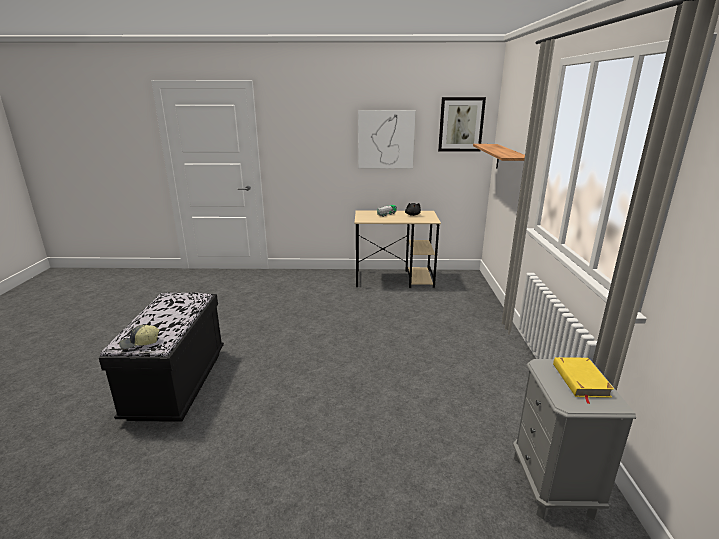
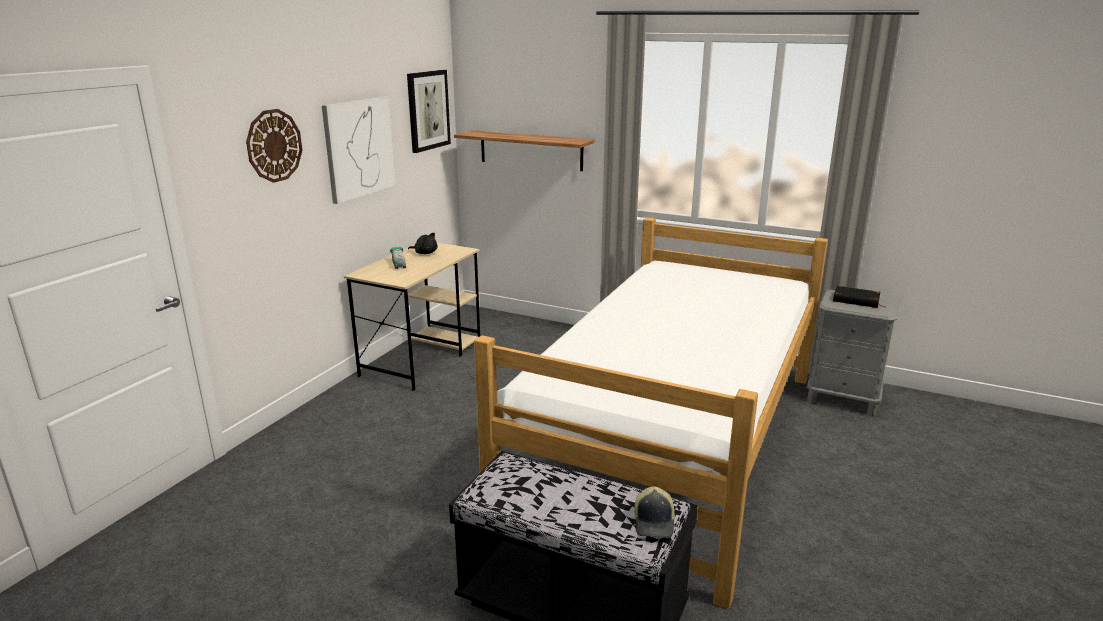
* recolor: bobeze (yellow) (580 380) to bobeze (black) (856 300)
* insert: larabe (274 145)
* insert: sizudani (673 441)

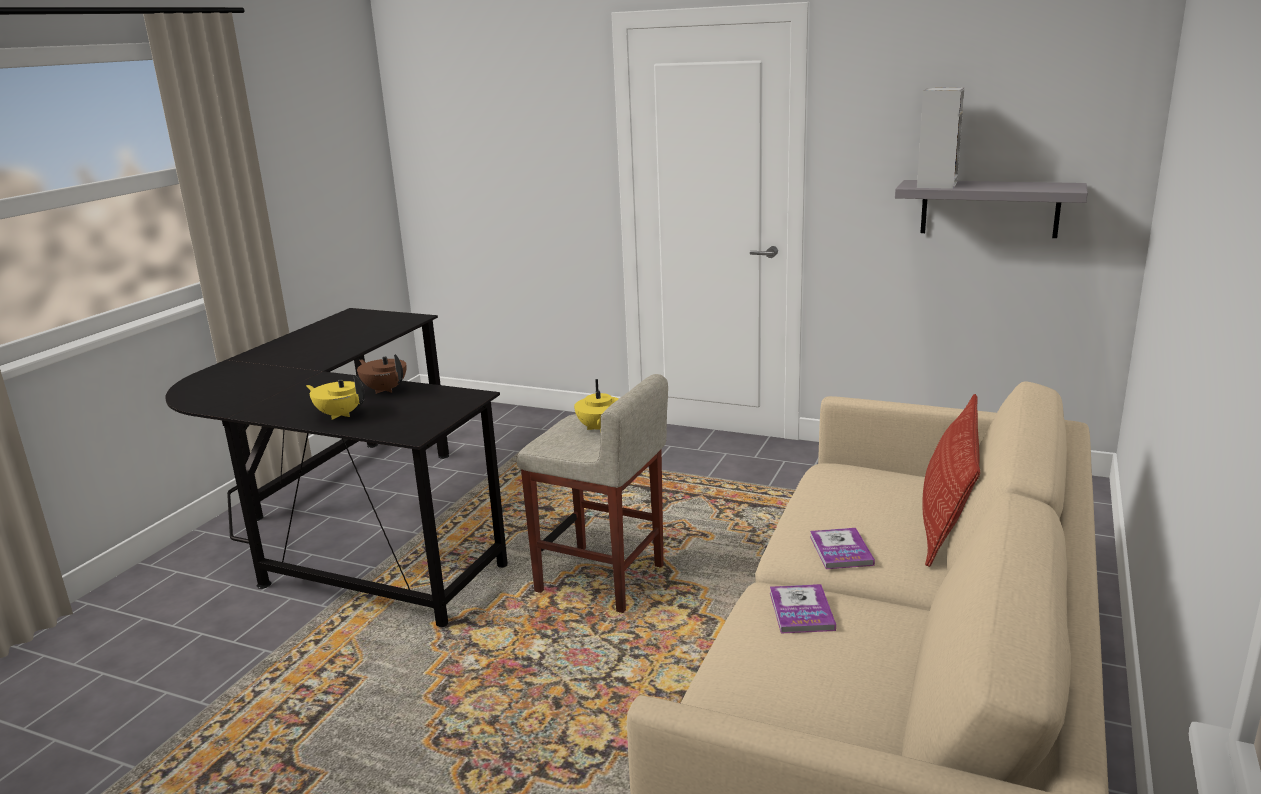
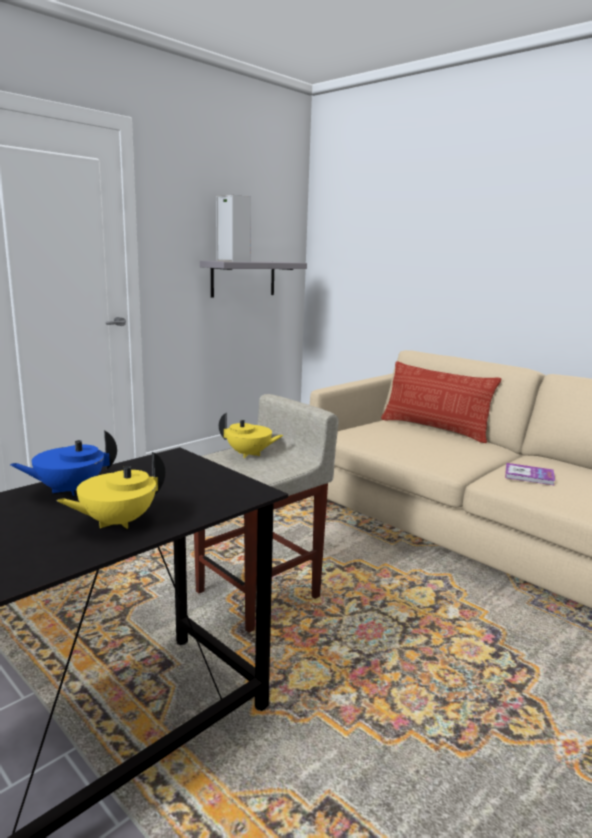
* recolor: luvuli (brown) (385 389) to luvuli (blue) (69 490)
* delete: bobeze (841 550)

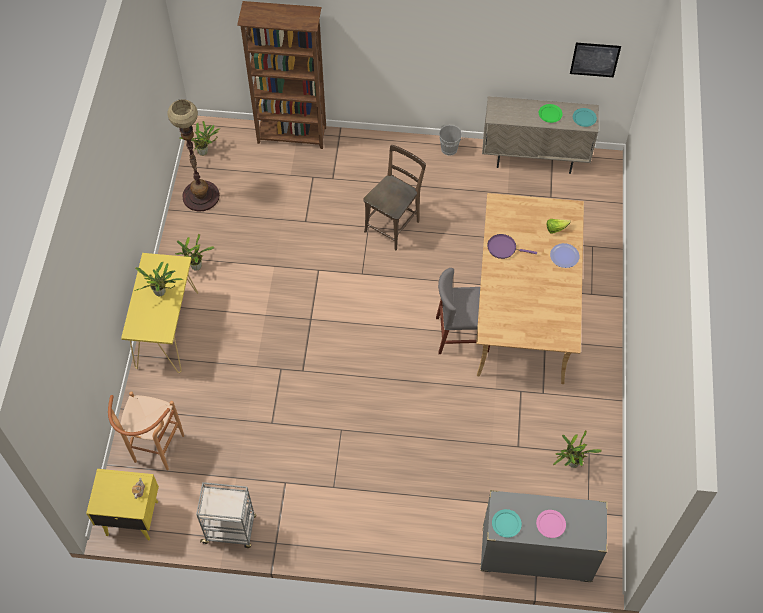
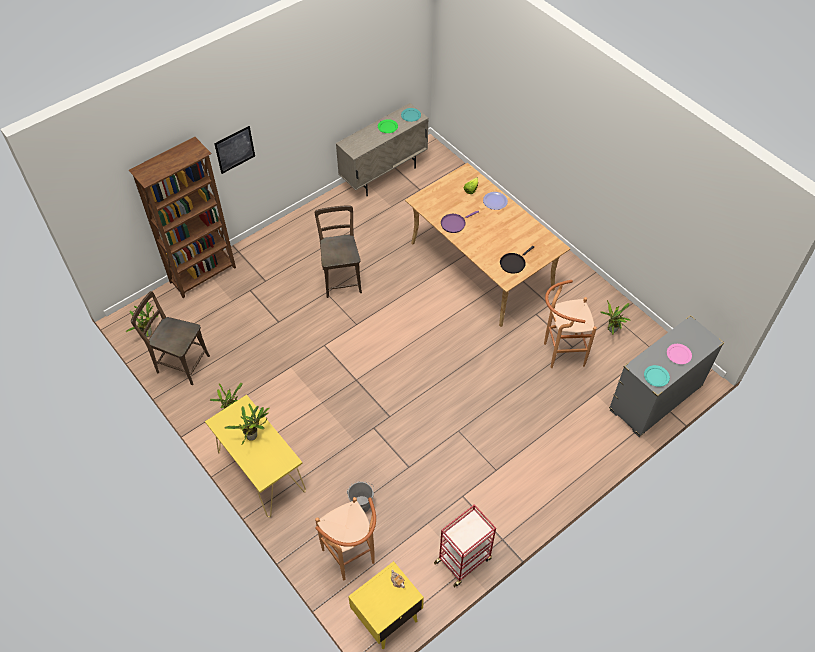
* move: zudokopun (595 59) to (235 149)
* replace: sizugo (201 196) to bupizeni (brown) (180 363)
* move: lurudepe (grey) (450 148) to (361 502)
* delete: bupizeni (grey) (462 334)
* recolor: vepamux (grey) (230 530) to vepamux (red) (464 560)
* insert: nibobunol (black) (513 263)
* insert: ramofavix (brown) (559 354)

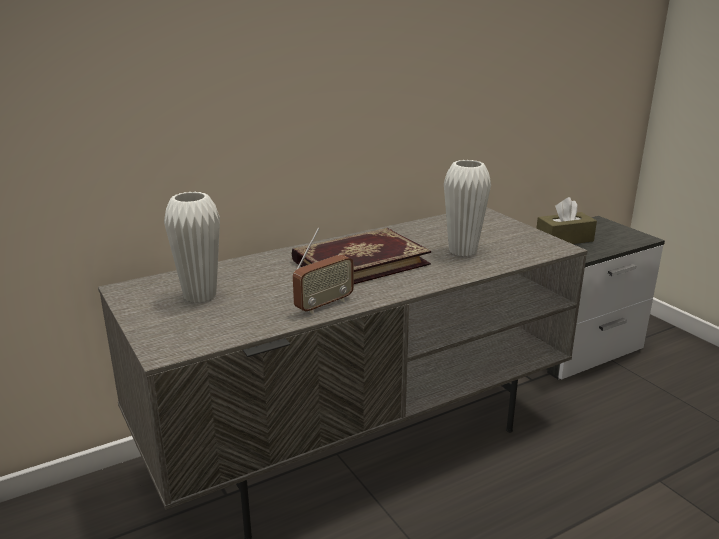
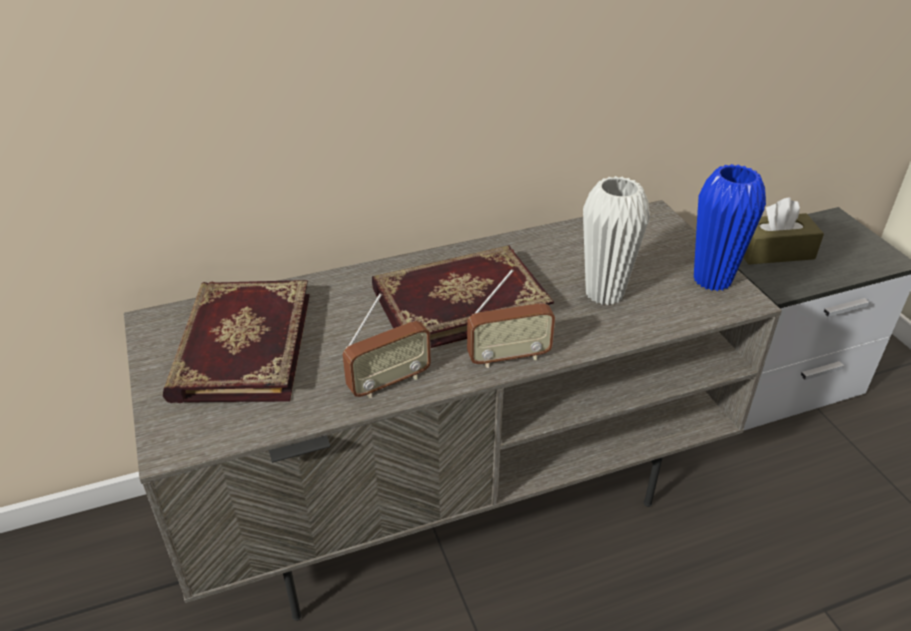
* replace: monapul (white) (200 295) to bobeze (240 345)
* insert: monapul (blue) (712 280)
* insert: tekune (508 357)

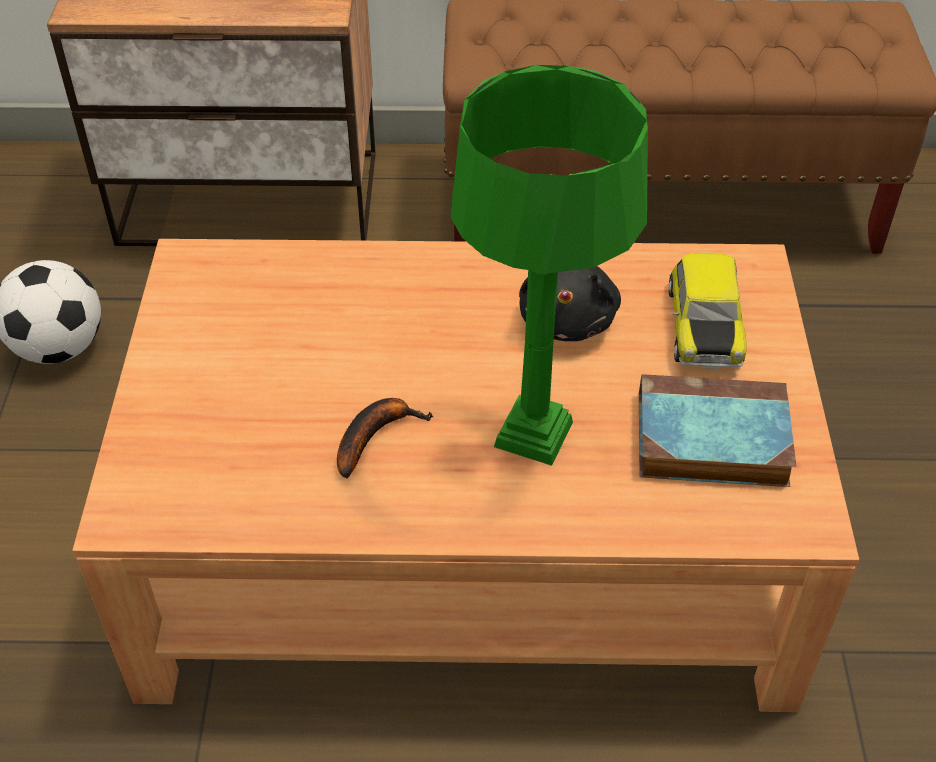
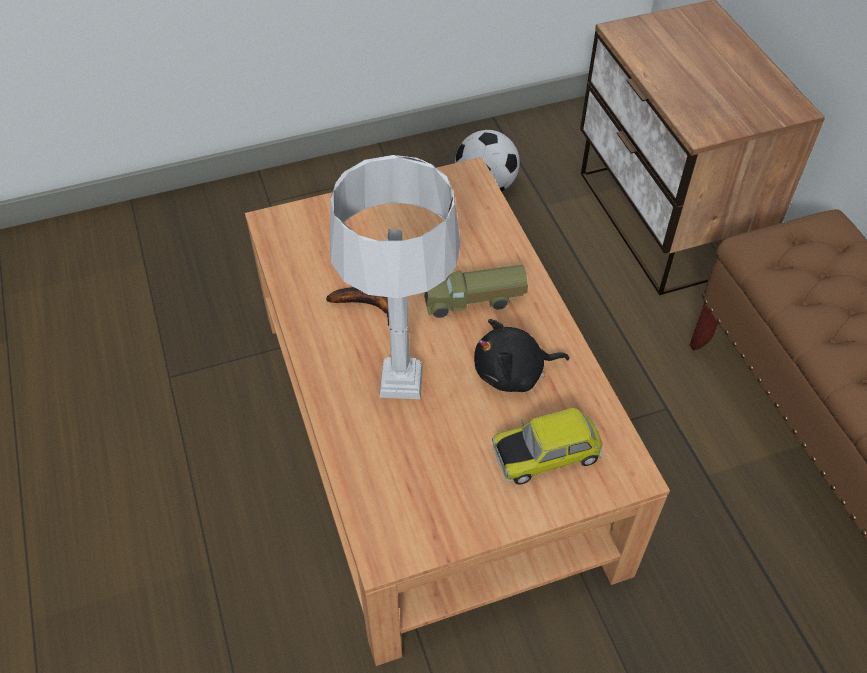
* recolor: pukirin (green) (534 434) to pukirin (grey) (401 382)
* delete: bobeze (708 440)
* insert: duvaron (474 302)

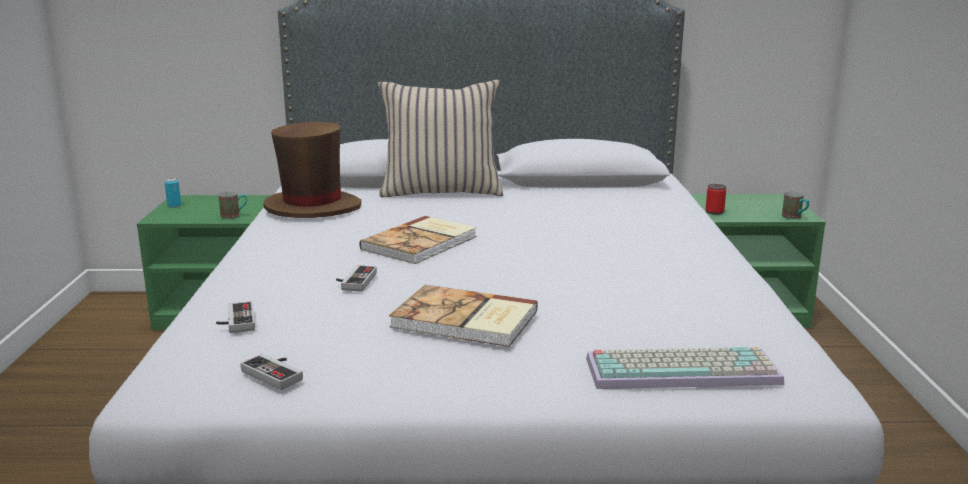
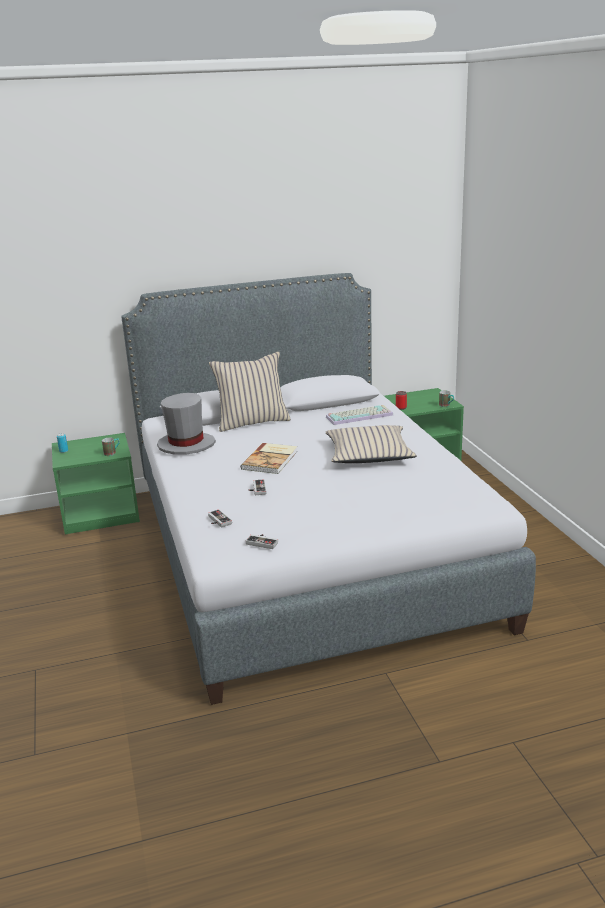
* recolor: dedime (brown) (312 207) to dedime (grey) (186 445)
* delete: bobeze (465 320)
* move: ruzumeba (683 369) to (359 415)
* insert: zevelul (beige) (369 454)

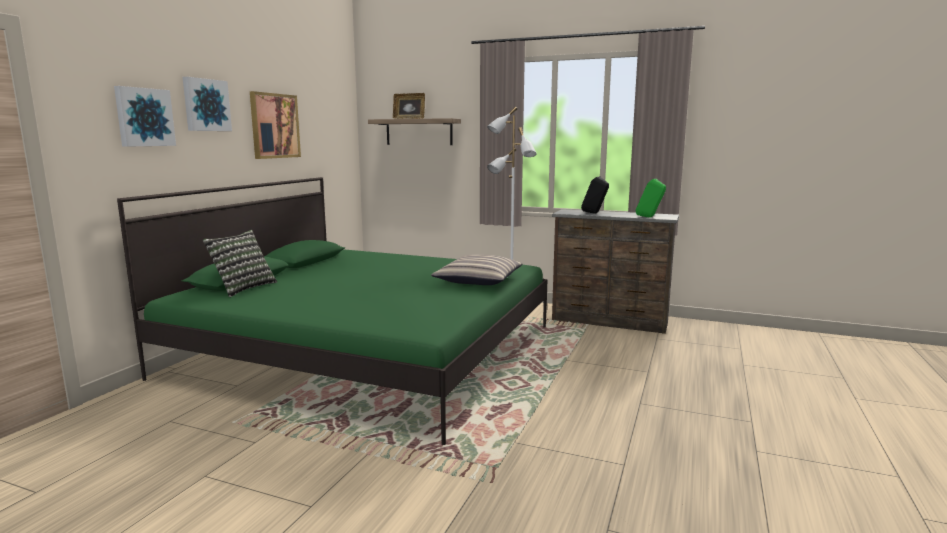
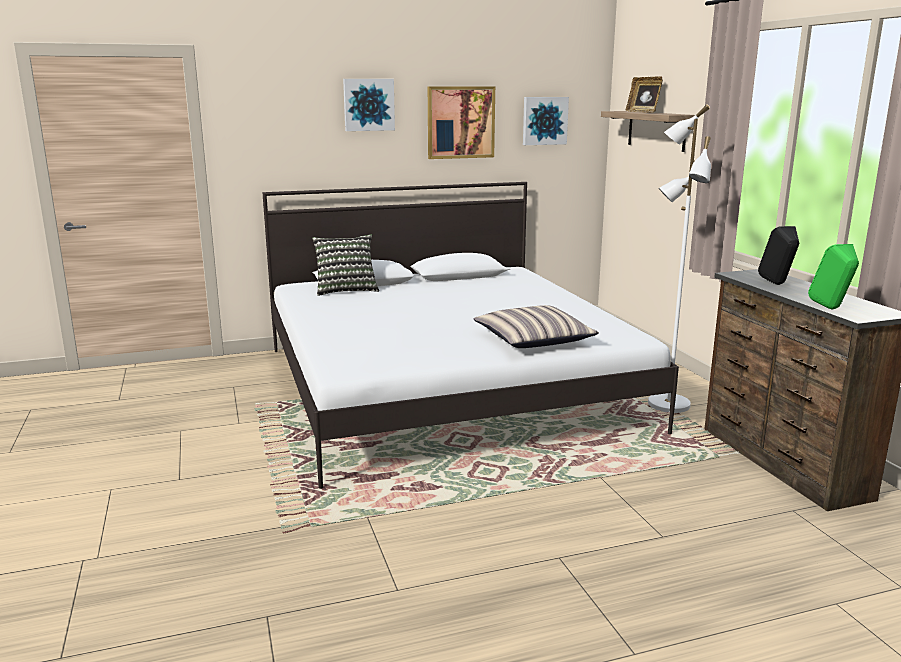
* move: zudokopun (144 117) to (544 120)
* recolor: sizudani (green) (368 350) to sizudani (white) (446 387)

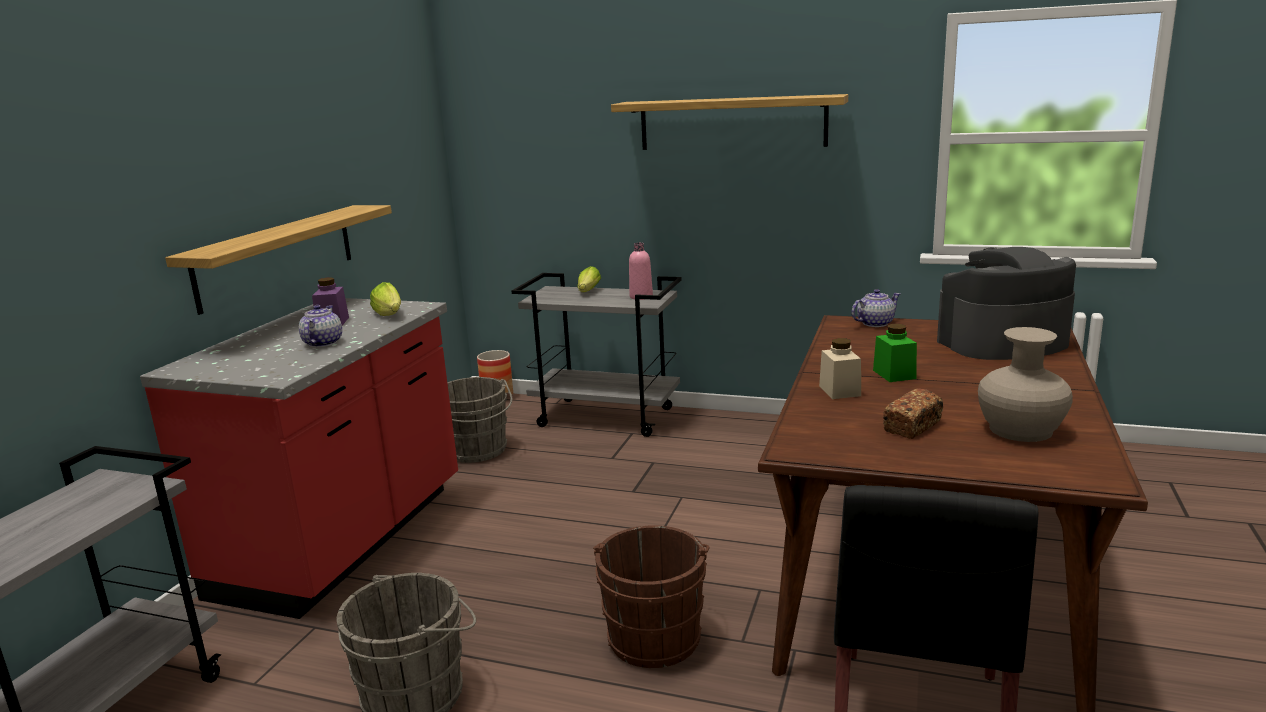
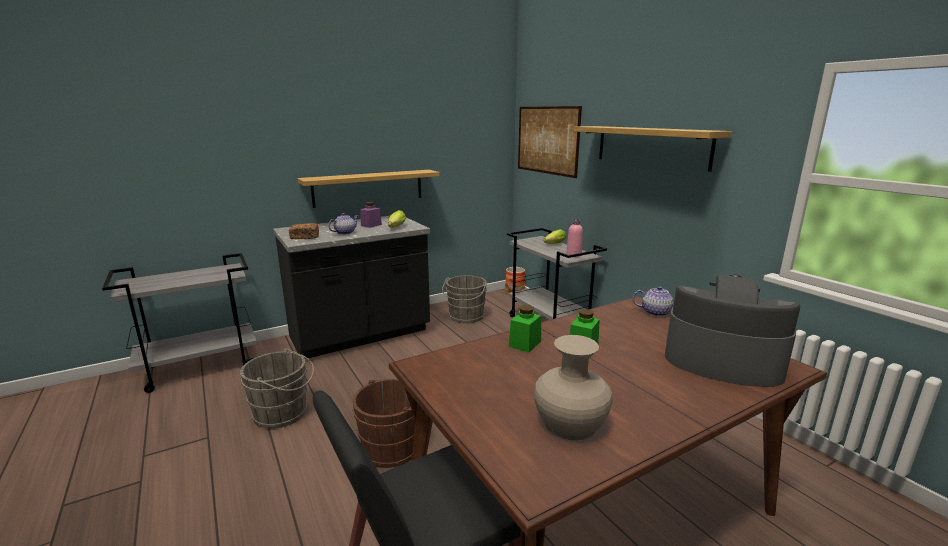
* recolor: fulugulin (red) (345 541) to fulugulin (black) (360 335)
* recolor: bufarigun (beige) (839 391) to bufarigun (green) (525 344)
* move: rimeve (912 426) to (304 237)
* insert: zudokopun (547 140)

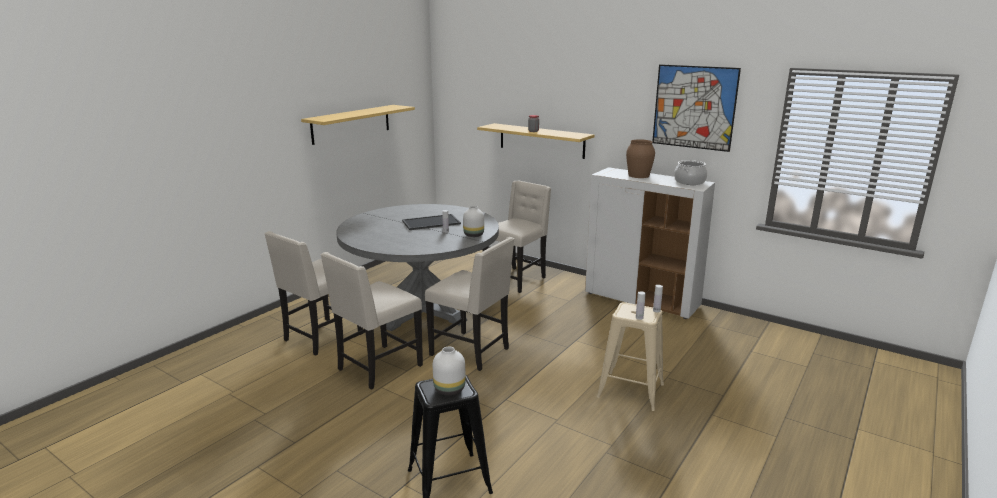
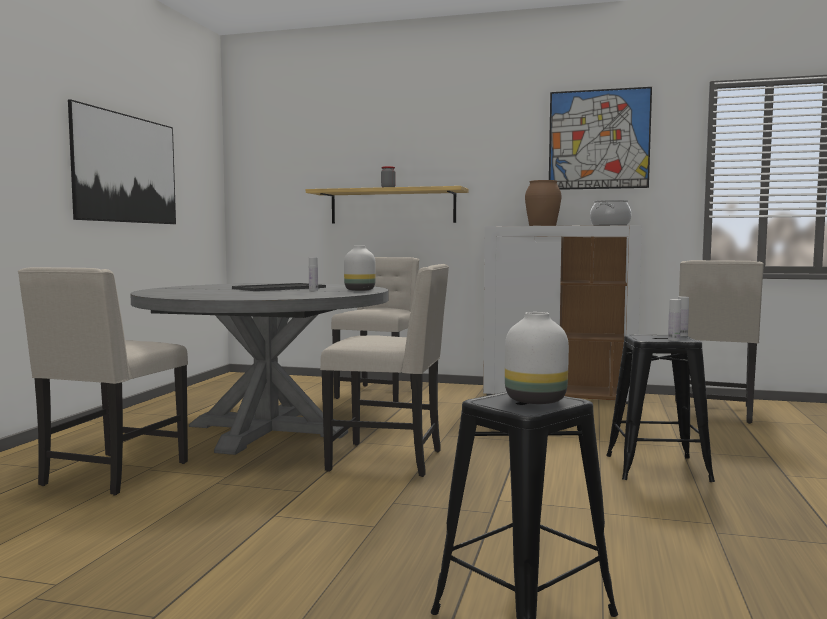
* replace: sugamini (351 124) to zudokopun (126 169)
* move: bupizeni (beige) (378 368) to (713 412)
* recolor: ramofavix (beige) (630 391) to ramofavix (black) (656 468)

